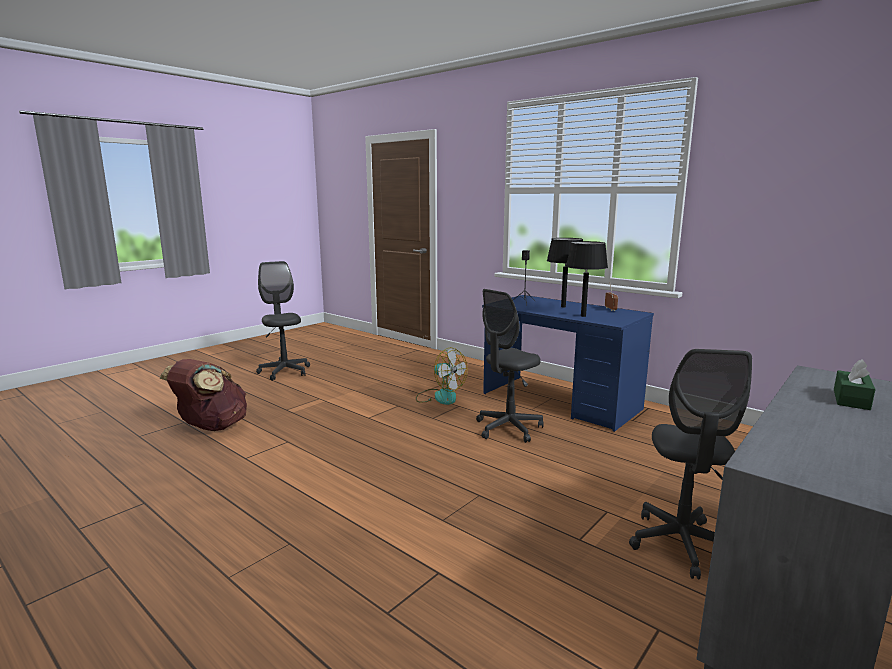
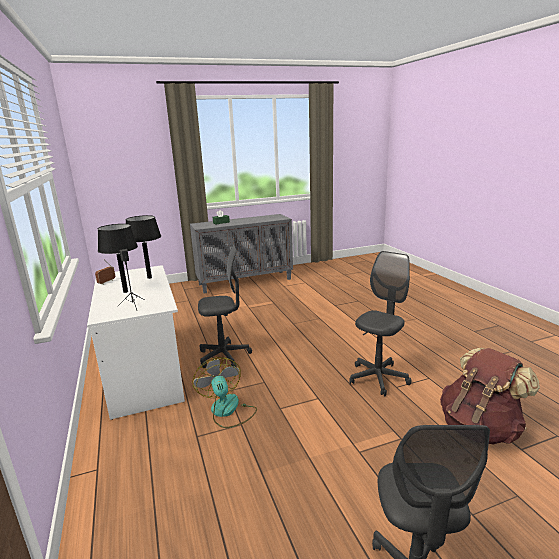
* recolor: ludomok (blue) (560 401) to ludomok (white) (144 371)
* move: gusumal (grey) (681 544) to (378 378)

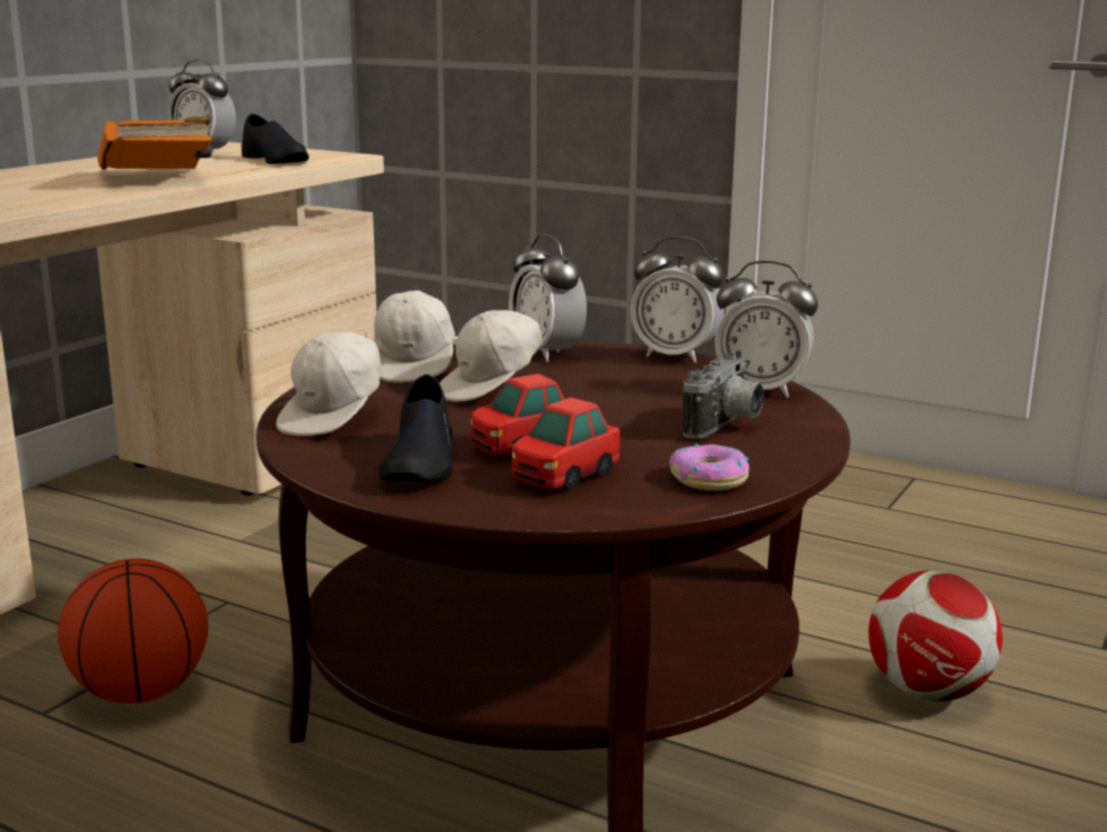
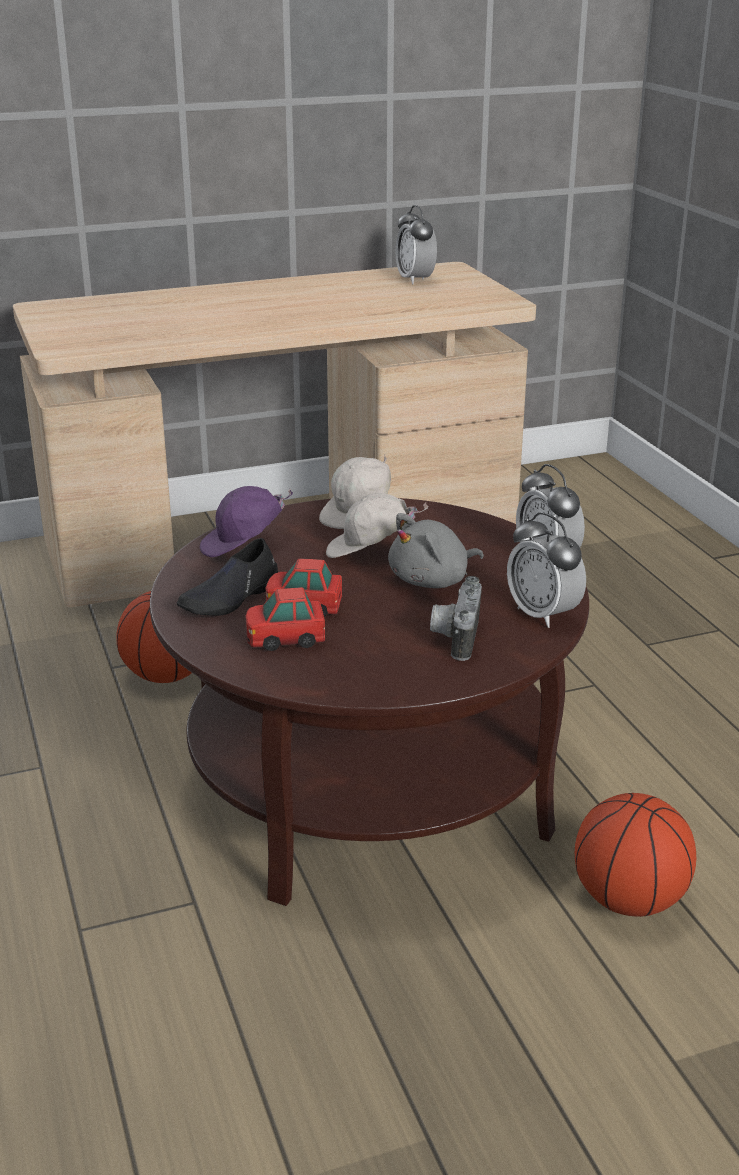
* delete: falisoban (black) (276 160)
* delete: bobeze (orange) (159 178)
* delete: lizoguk (546 354)
* recolor: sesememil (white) (336 418) to sesememil (purple) (244 545)
* rotate: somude (726 426) = (454 637) 120 degrees clockwise
* delete: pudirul (708 479)
* replace: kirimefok (927 692) to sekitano (629 900)
* insert: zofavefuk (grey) (433 581)

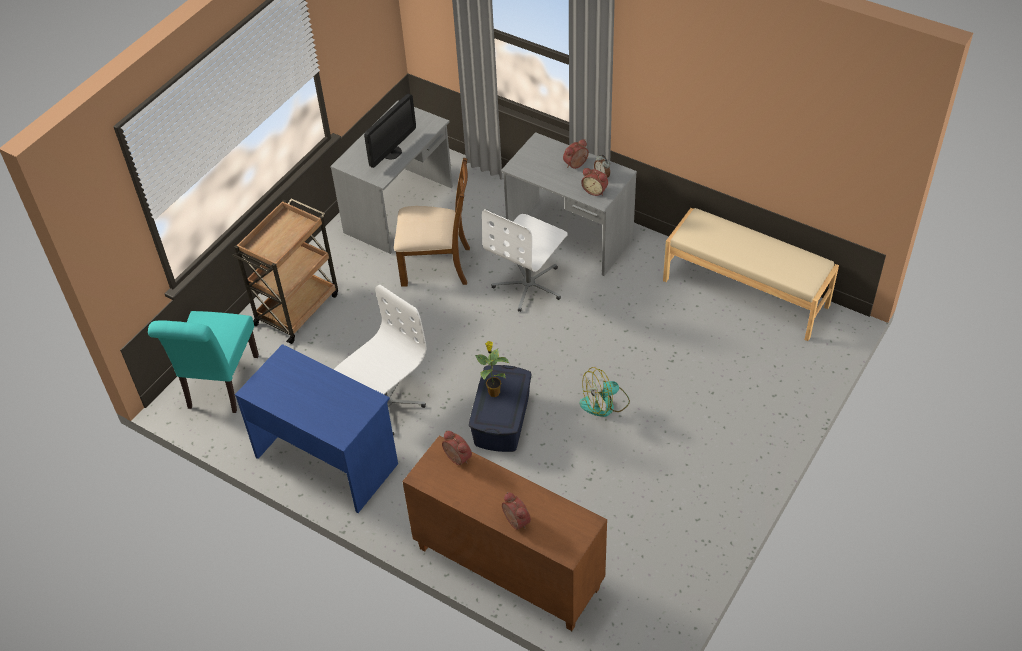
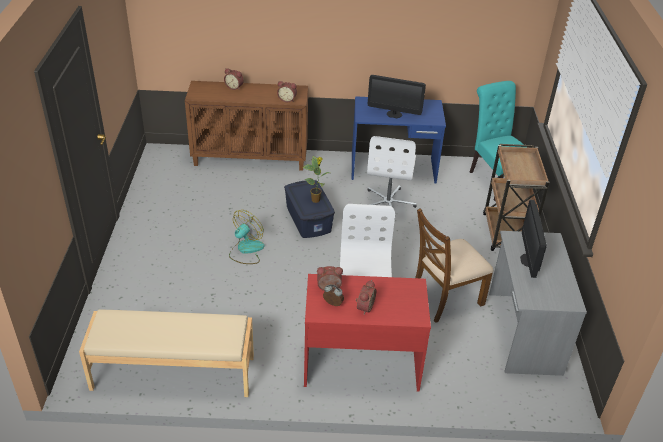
* recolor: ludomok (grey) (569 238) to ludomok (red) (361 364)
* insert: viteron (394 114)

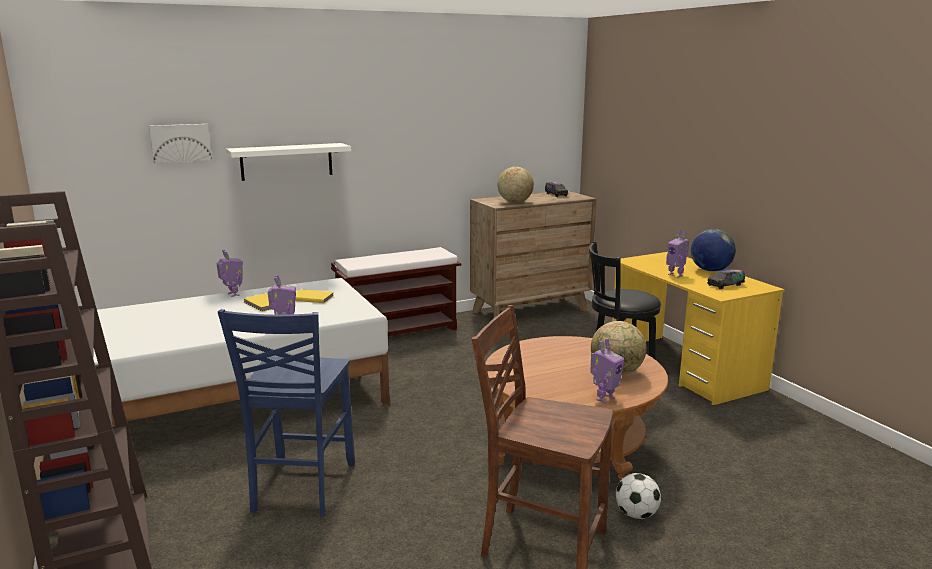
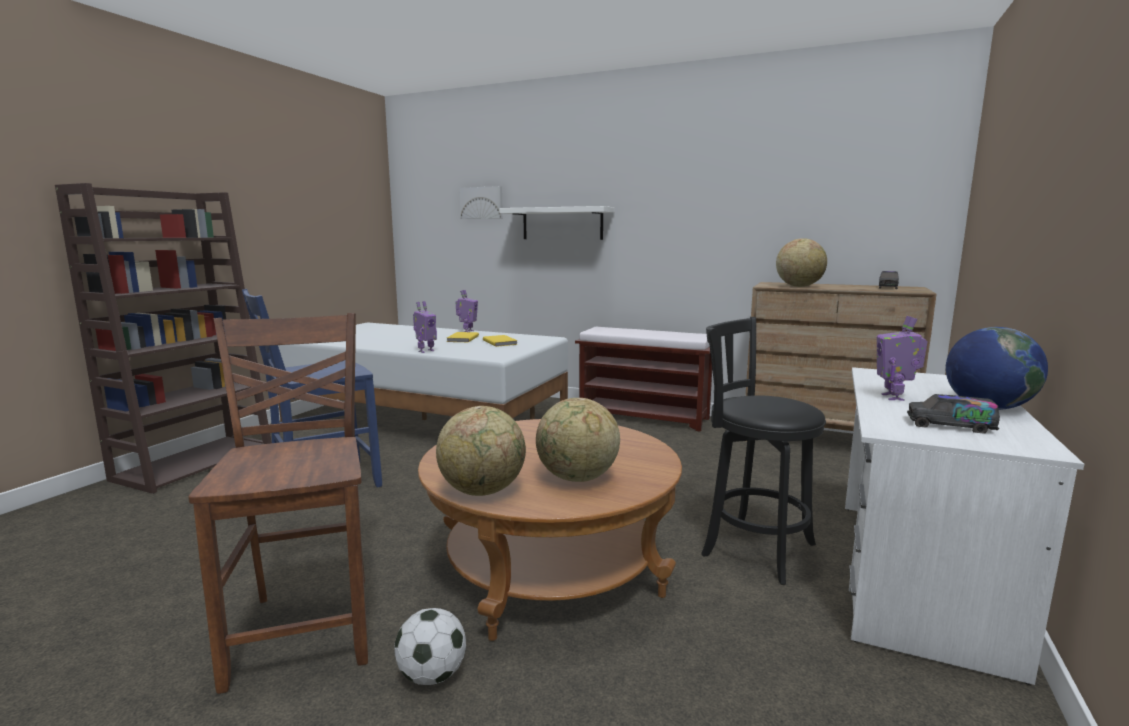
* recolor: ludomok (yellow) (683 368) to ludomok (white) (915 576)
* replace: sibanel (604 398) to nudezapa (483 491)

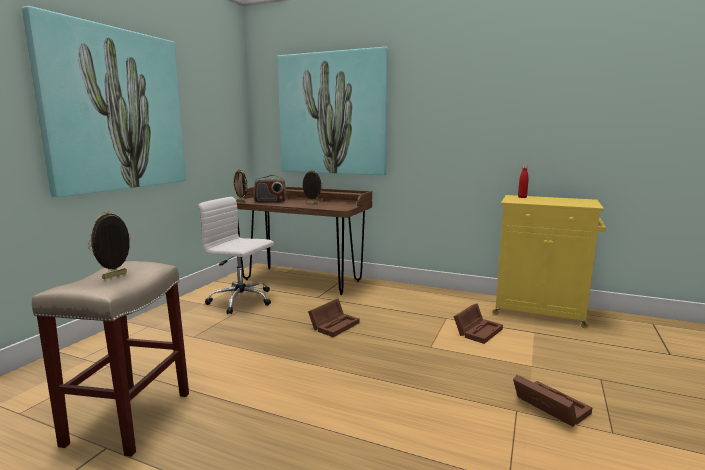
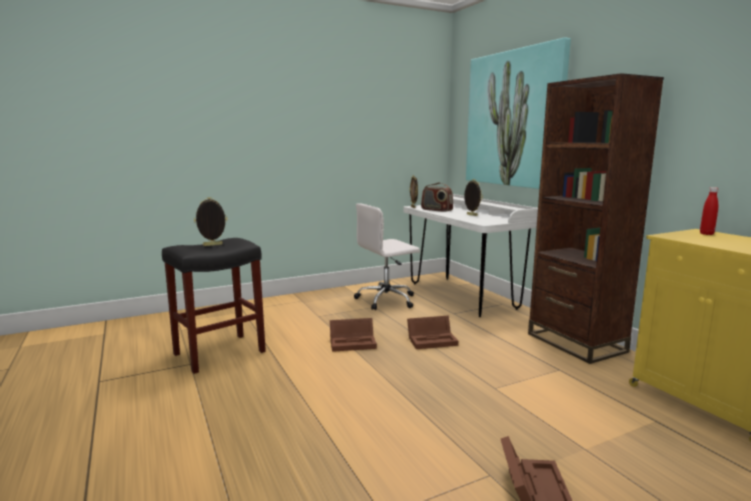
* delete: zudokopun (115 110)
* recolor: ludomok (brown) (302 280) to ludomok (white) (462 295)
* rotate: gusumal (white) (242 301) = (387 300) 90 degrees counterclockwise
* recolor: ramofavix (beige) (129 419) to ramofavix (black) (218 353)
* move: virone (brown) (478 330) to (354 342)
* insert: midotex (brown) (576 343)

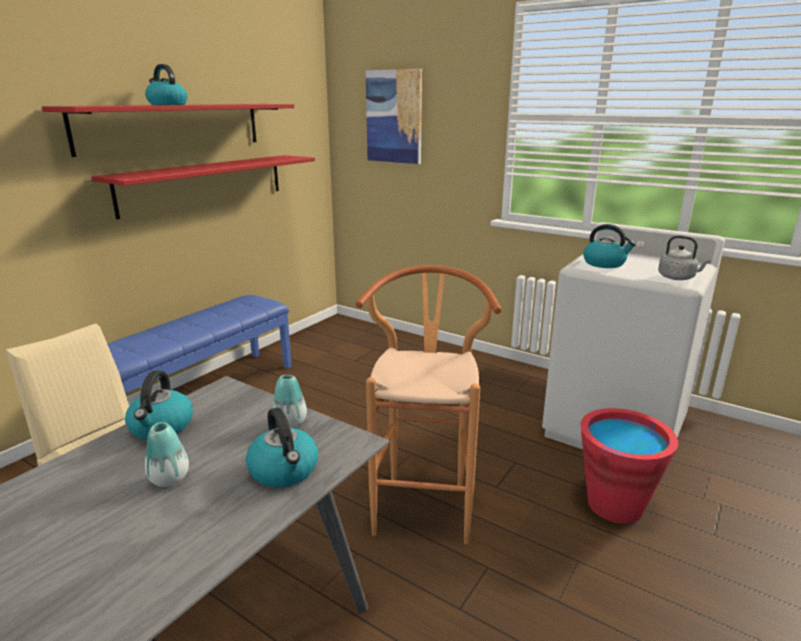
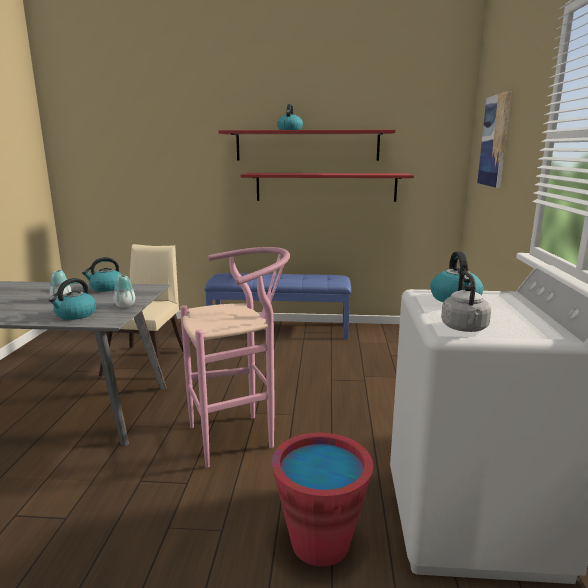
* recolor: ramofavix (brown) (424 501) to ramofavix (pink) (240 436)

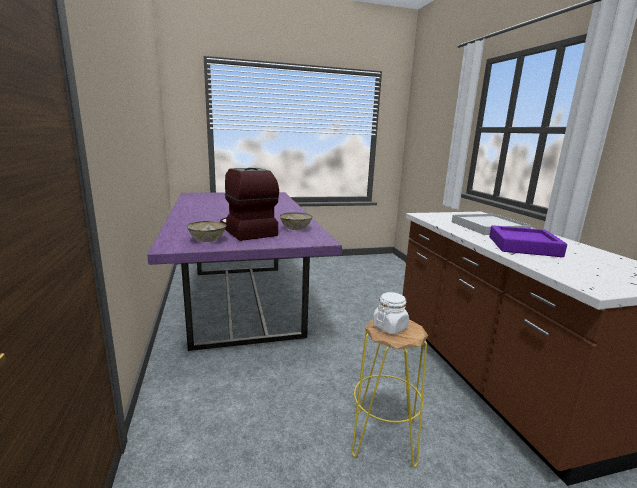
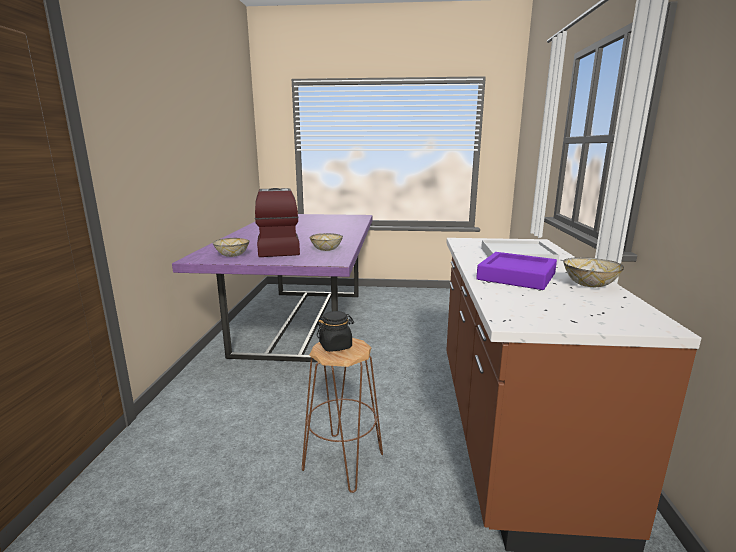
* recolor: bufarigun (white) (390 327) to bufarigun (black) (336 346)
* recolor: ramofavix (yellow) (383 437) to ramofavix (brown) (342 461)
* insert: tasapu (588 285)

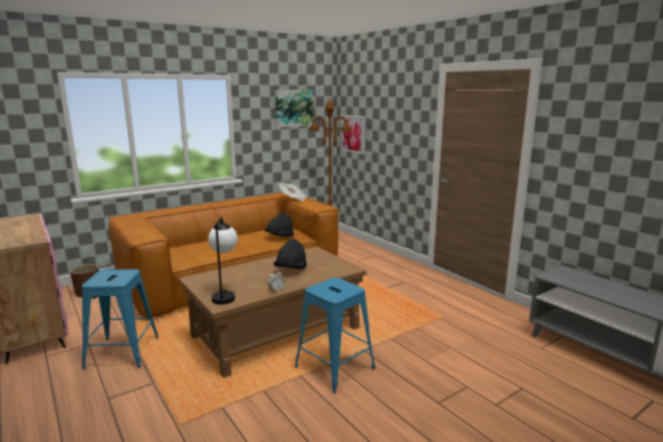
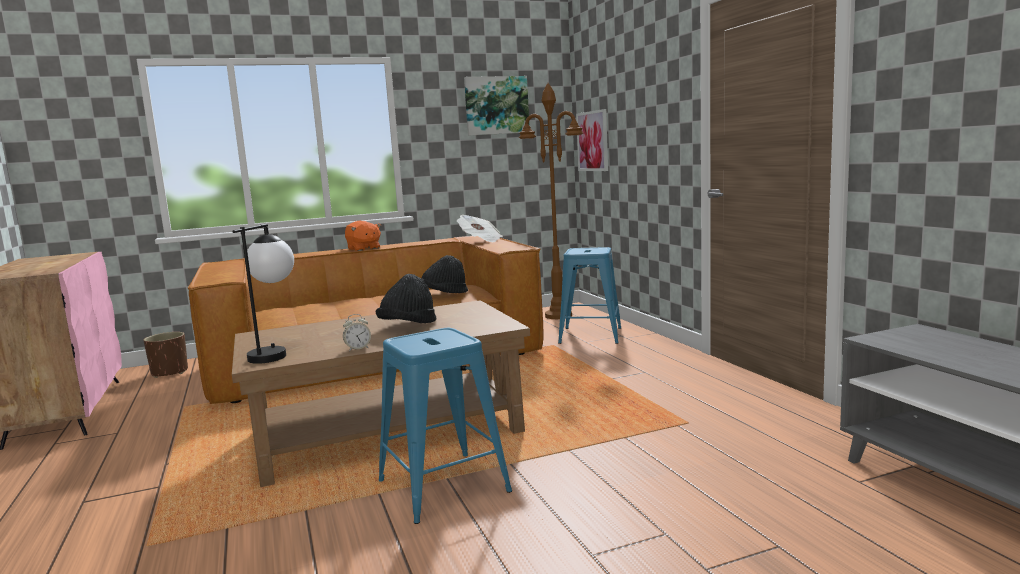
* move: ramofavix (blue) (122 352) to (590 335)
* insert: zofavefuk (orange) (363 249)

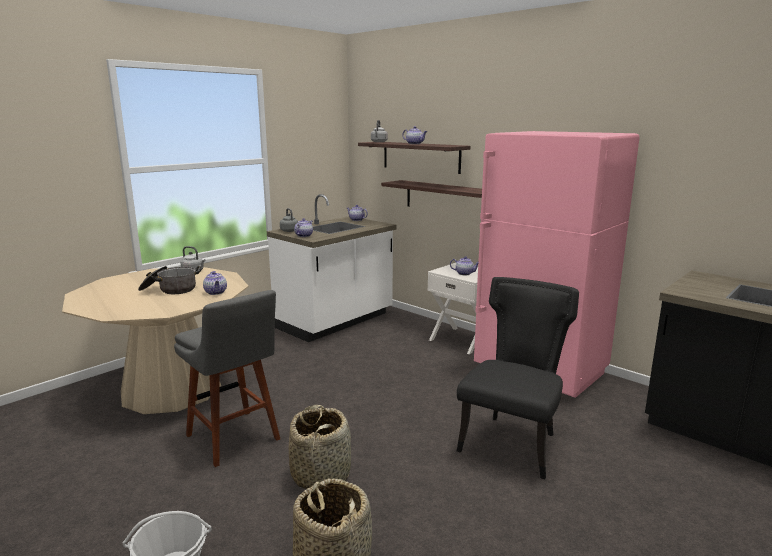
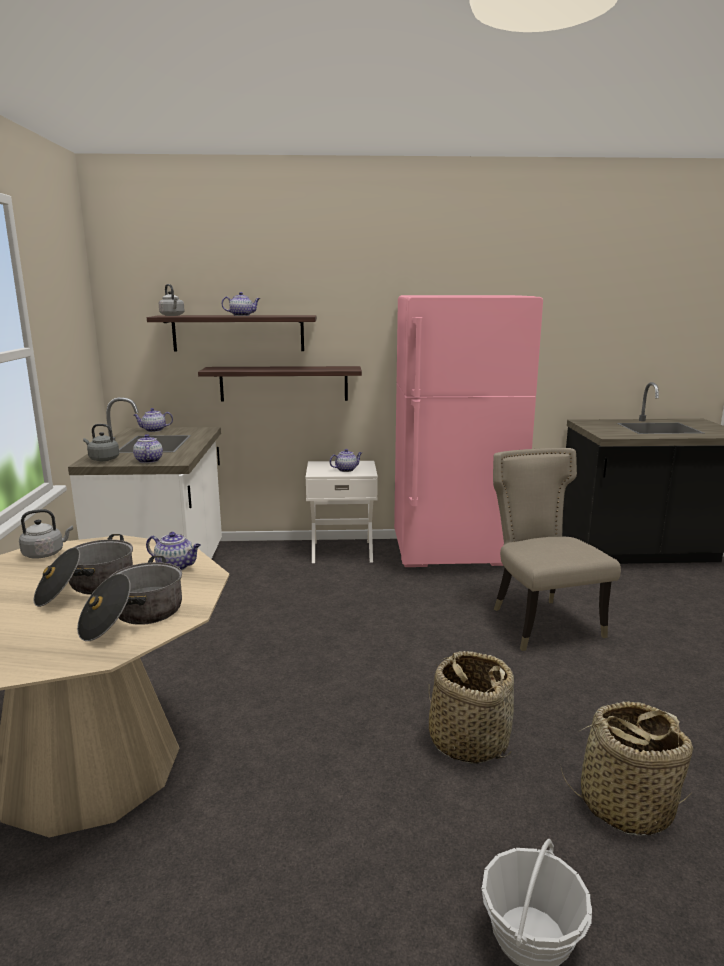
* recolor: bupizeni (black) (512 443) to bupizeni (beige) (541 622)
* delete: ramofavix (grey) (235 439)
* insert: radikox (134 617)

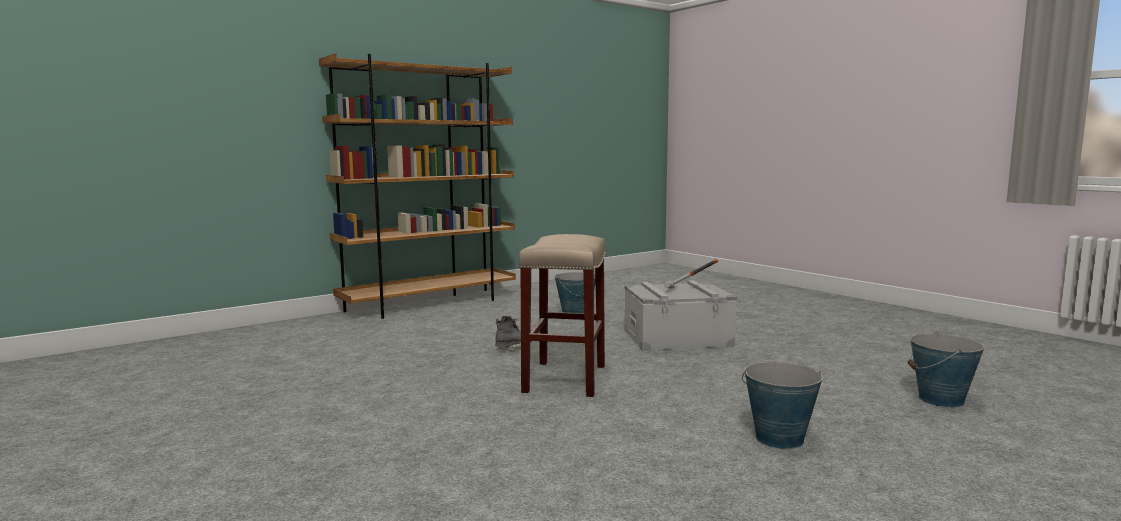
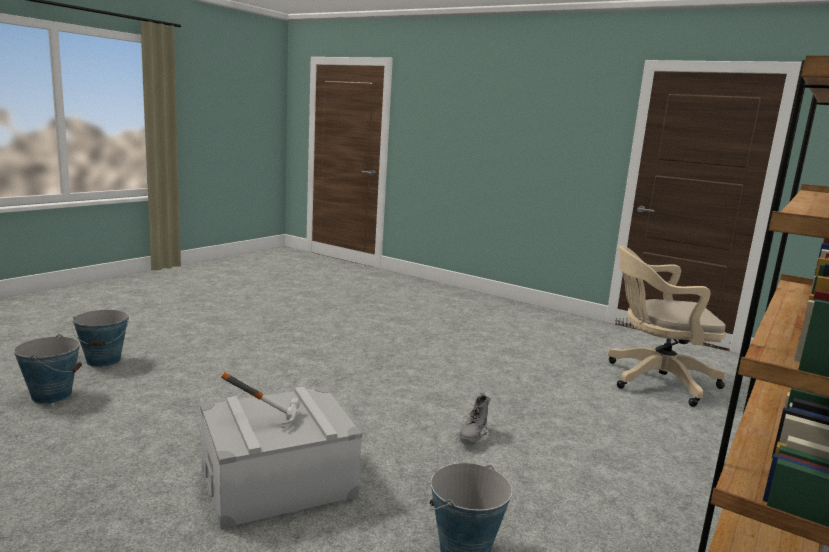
* delete: ramofavix (beige) (564 378)
* move: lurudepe (779 439) to (104 361)
* insert: gusumal (beige) (654 380)

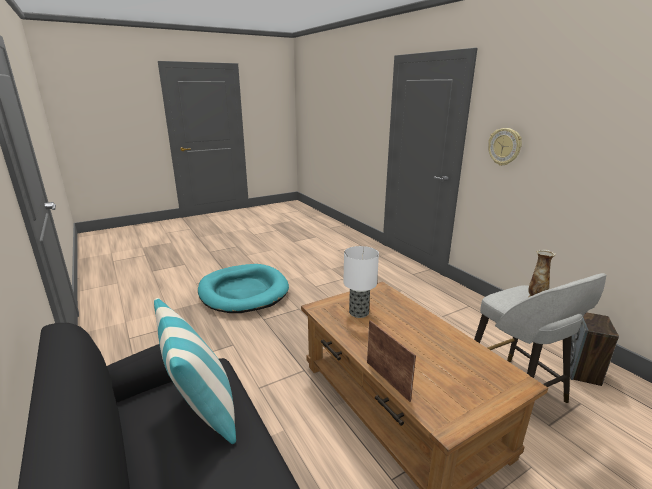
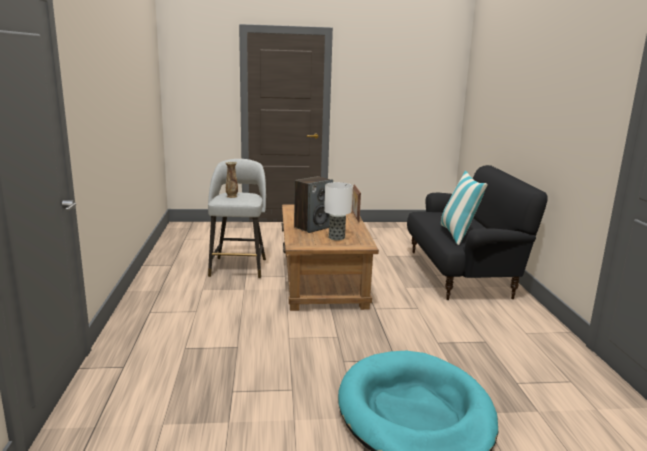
* delete: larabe (504 146)
* move: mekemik (582 371) to (313 227)

